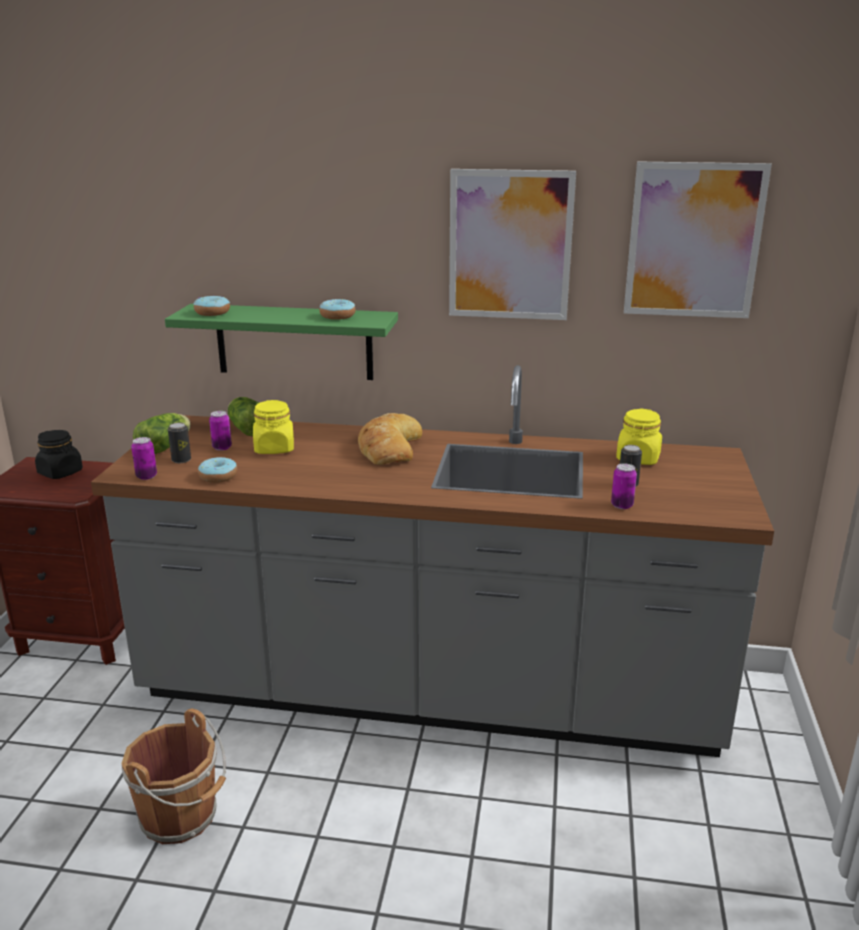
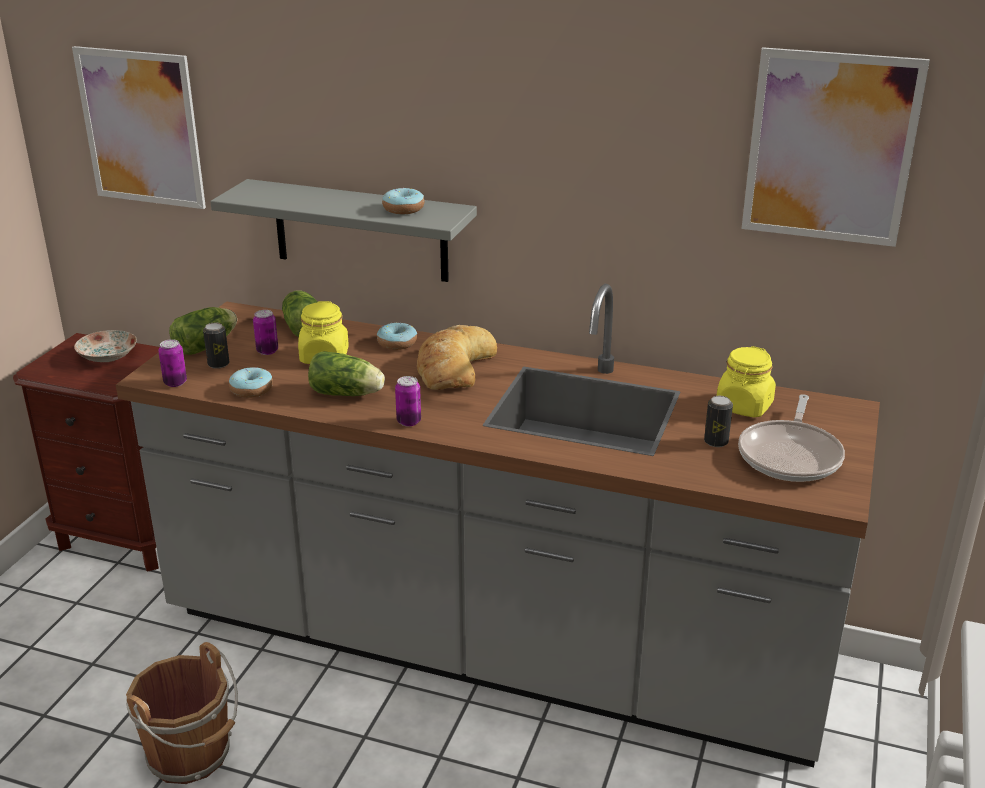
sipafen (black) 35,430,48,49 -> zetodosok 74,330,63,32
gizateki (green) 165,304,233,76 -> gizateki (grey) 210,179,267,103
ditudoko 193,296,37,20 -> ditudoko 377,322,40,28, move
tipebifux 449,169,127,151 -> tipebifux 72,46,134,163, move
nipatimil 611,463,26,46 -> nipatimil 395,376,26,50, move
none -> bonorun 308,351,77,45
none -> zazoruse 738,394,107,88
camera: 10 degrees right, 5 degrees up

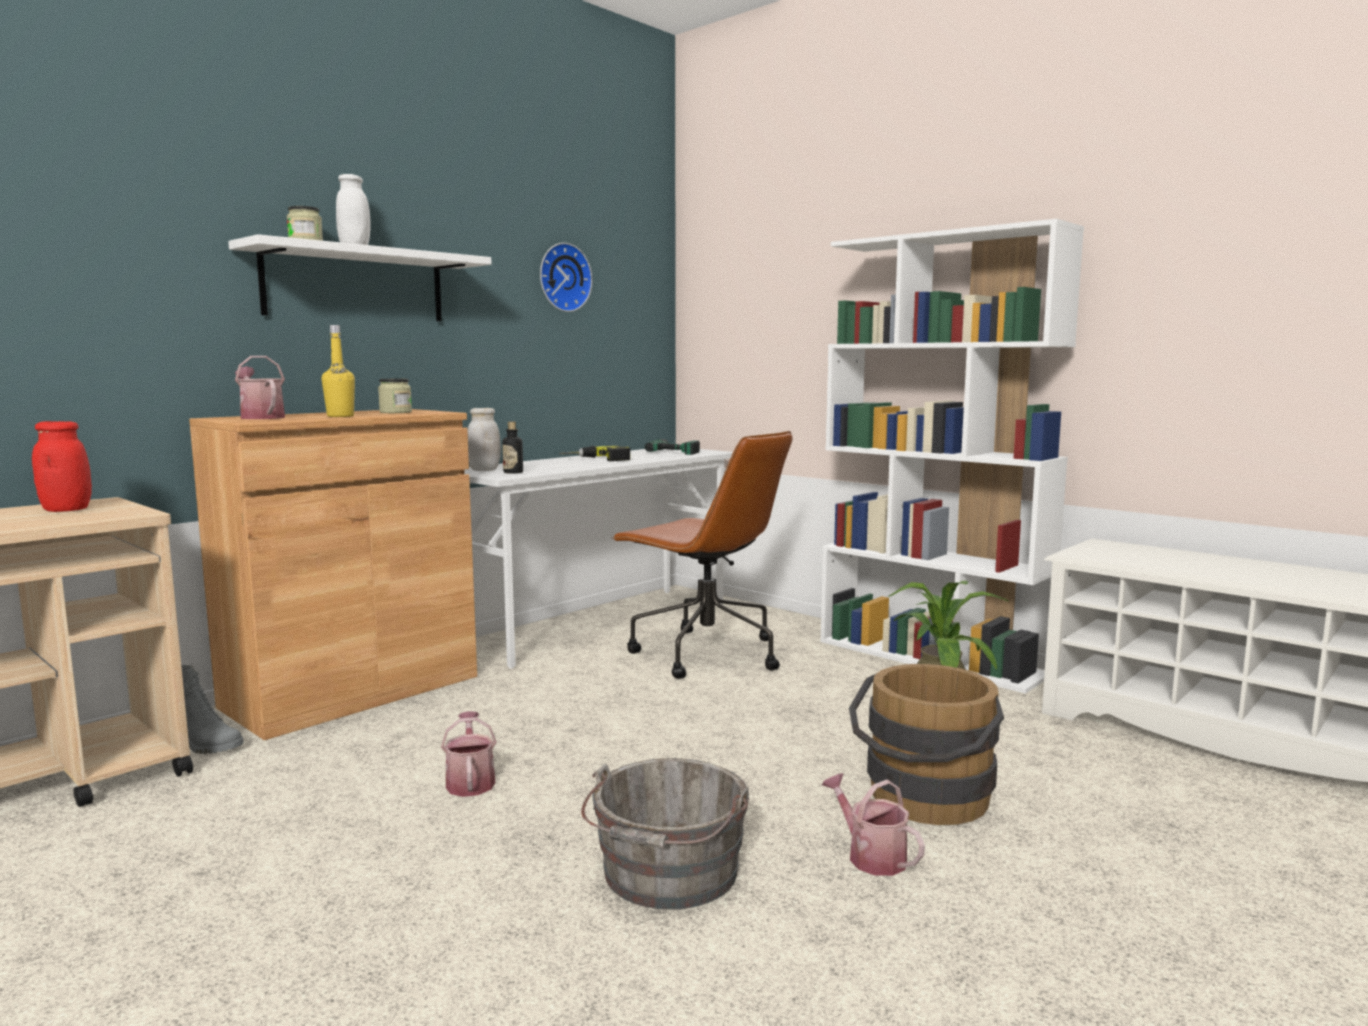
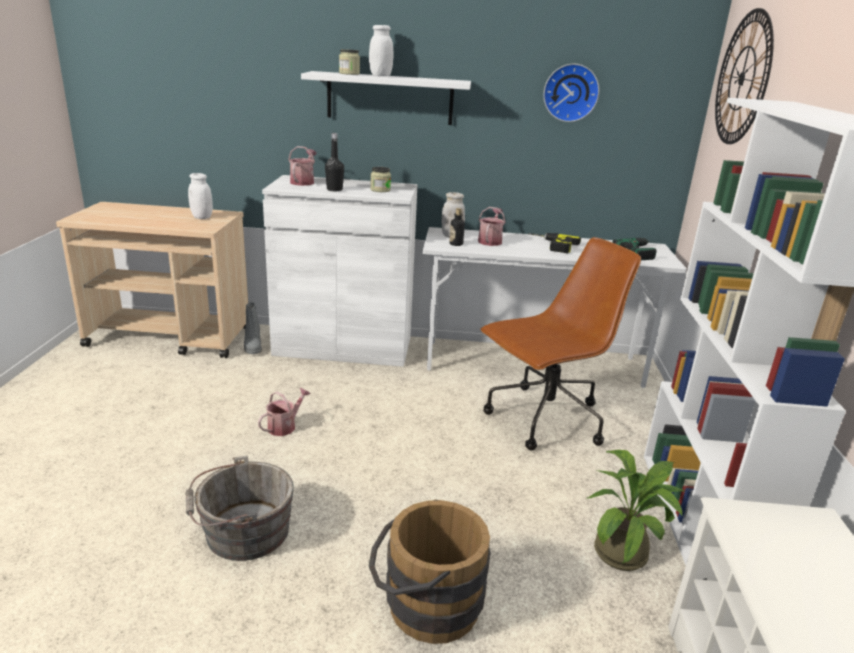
sipafen (red) 32,421,60,91 -> sipafen (white) 188,173,25,46
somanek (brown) 189,409,288,331 -> somanek (white) 262,175,156,192
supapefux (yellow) 322,325,33,92 -> supapefux (black) 325,133,19,58
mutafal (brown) 611,431,181,248 -> mutafal (brown) 480,237,161,214, 120 degrees counterclockwise
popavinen 822,773,103,103 -> popavinen 478,207,28,39, move
none -> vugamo 715,8,59,136
camera: 50 degrees right, 15 degrees up

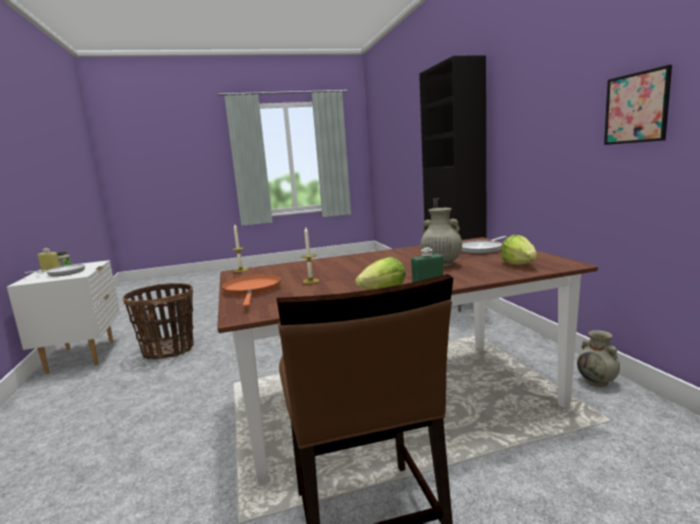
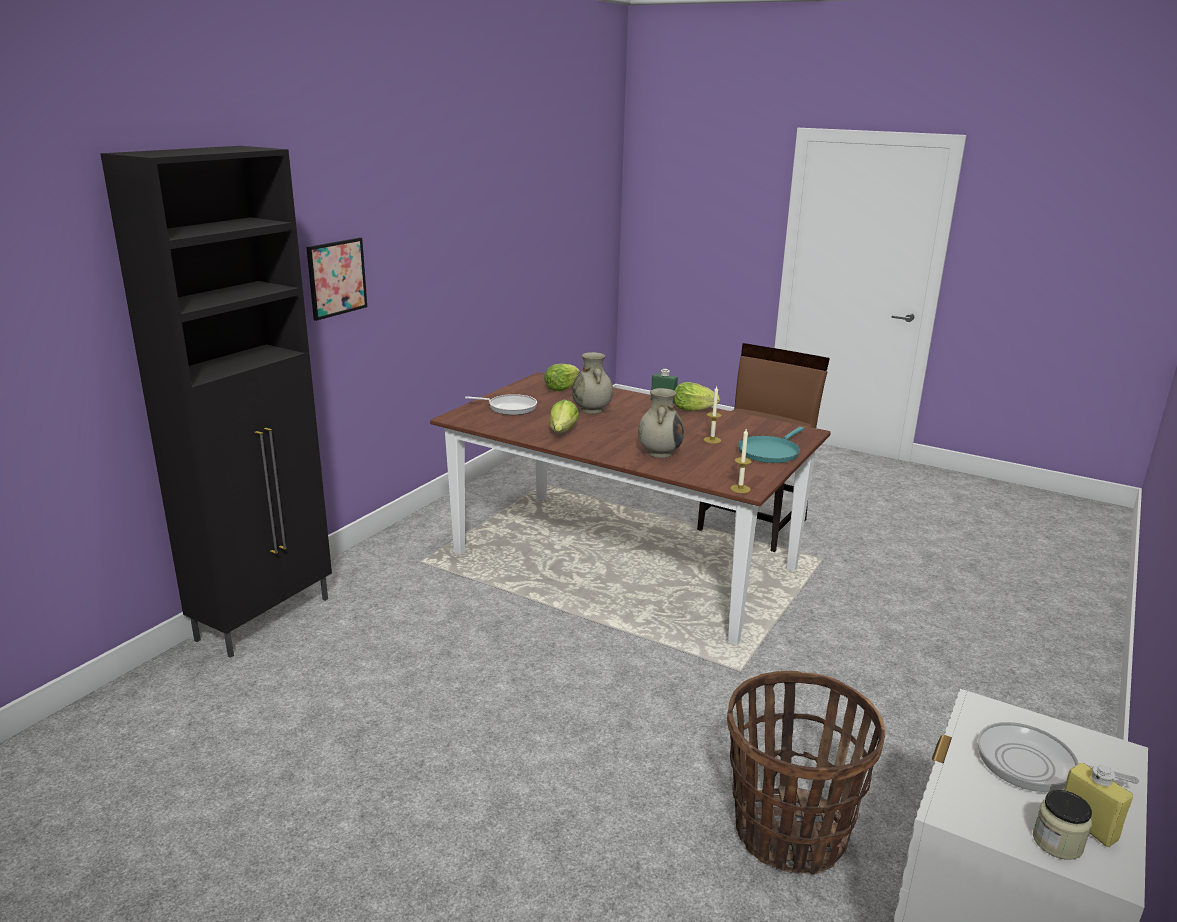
zazoruse (orange) 221,274,60,34 -> zazoruse (turquoise) 738,427,66,36
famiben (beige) 577,330,43,57 -> famiben (beige) 638,388,46,70, move
tipebifux 604,65,68,80 -> tipebifux 306,238,61,83, move
none -> bonorun 549,400,30,33
camera: 135 degrees left, 10 degrees up

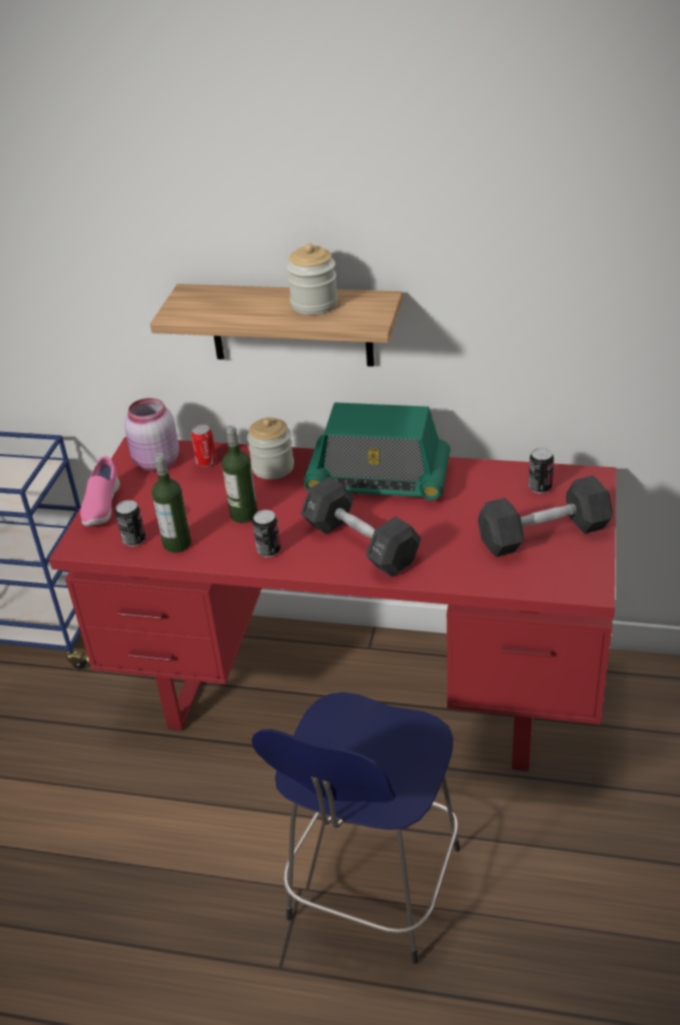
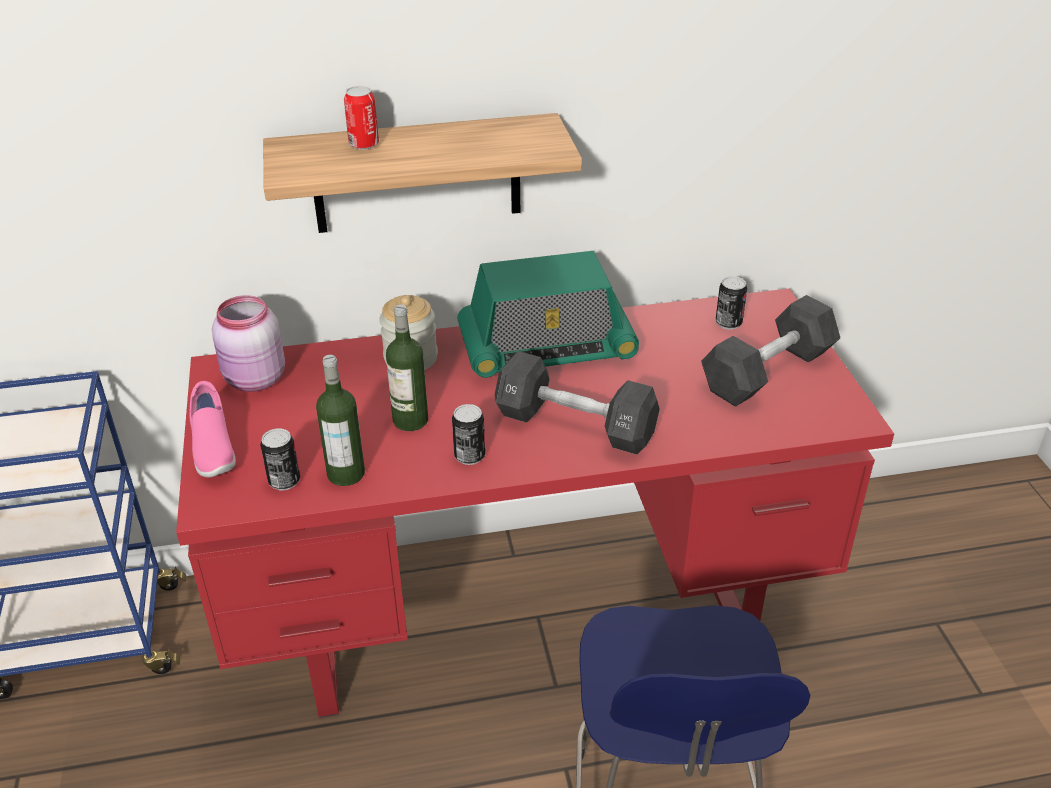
nipatimil 191,425,26,42 -> nipatimil 344,86,35,64, move
sipafen 287,243,51,72 -> none
camera: 25 degrees left, 0 degrees up

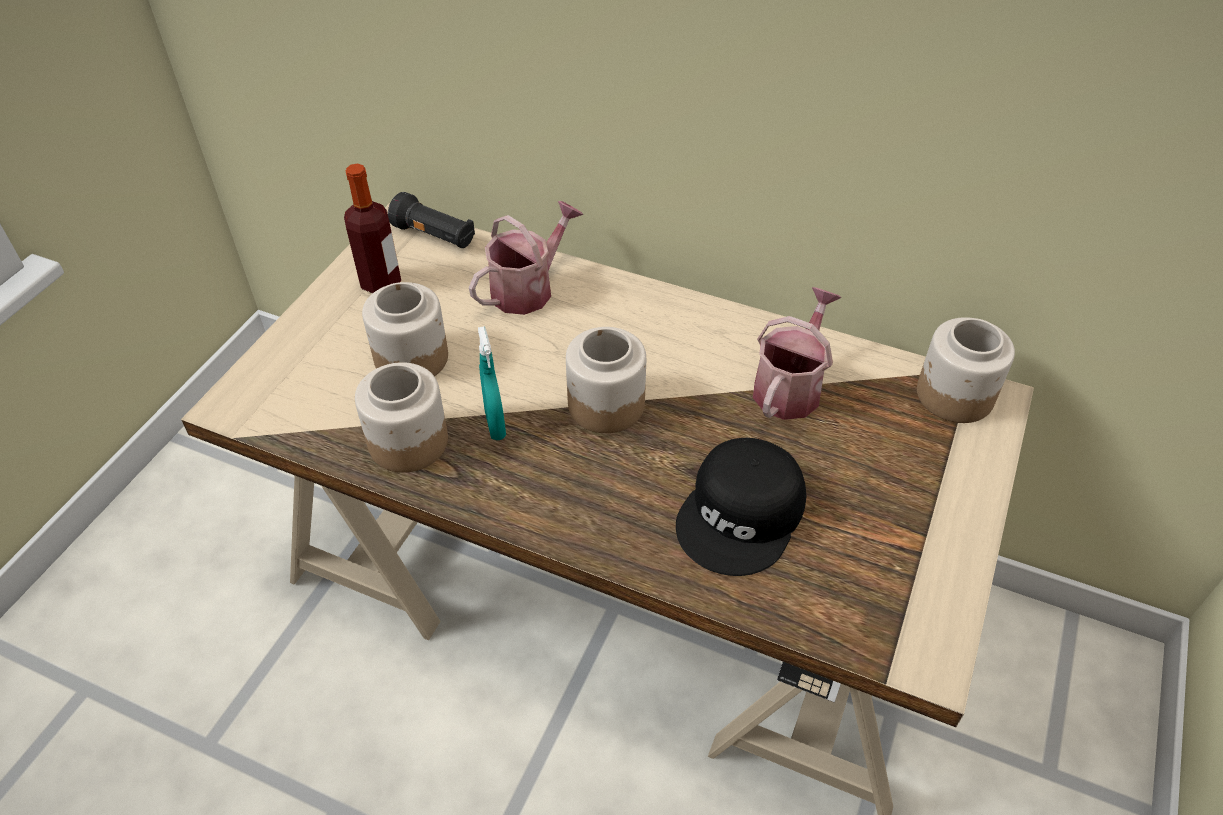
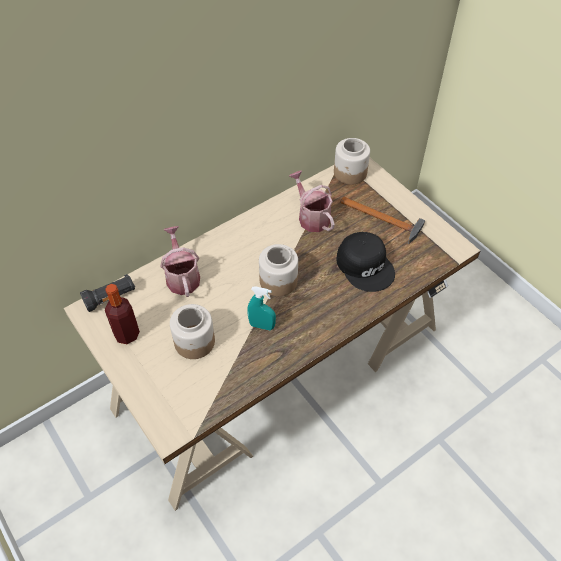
sipafen 355,362,93,111 -> none
none -> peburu 340,197,85,47
camera: 60 degrees left, 5 degrees up

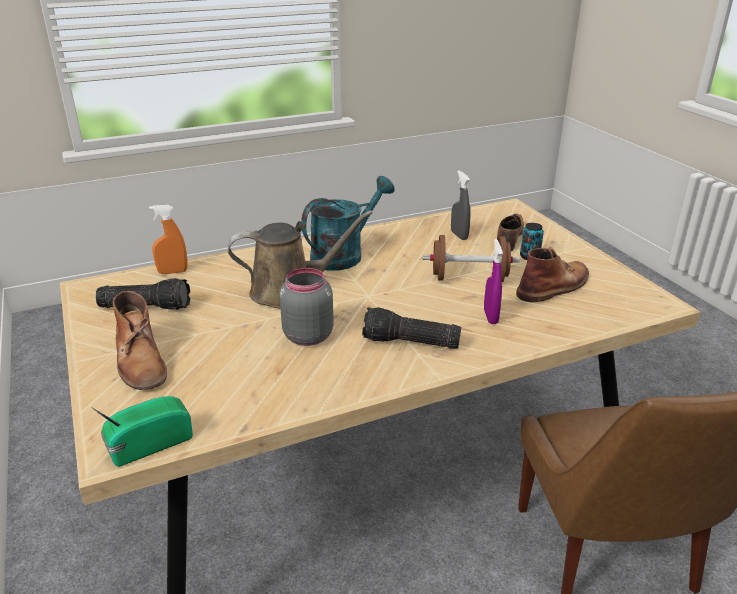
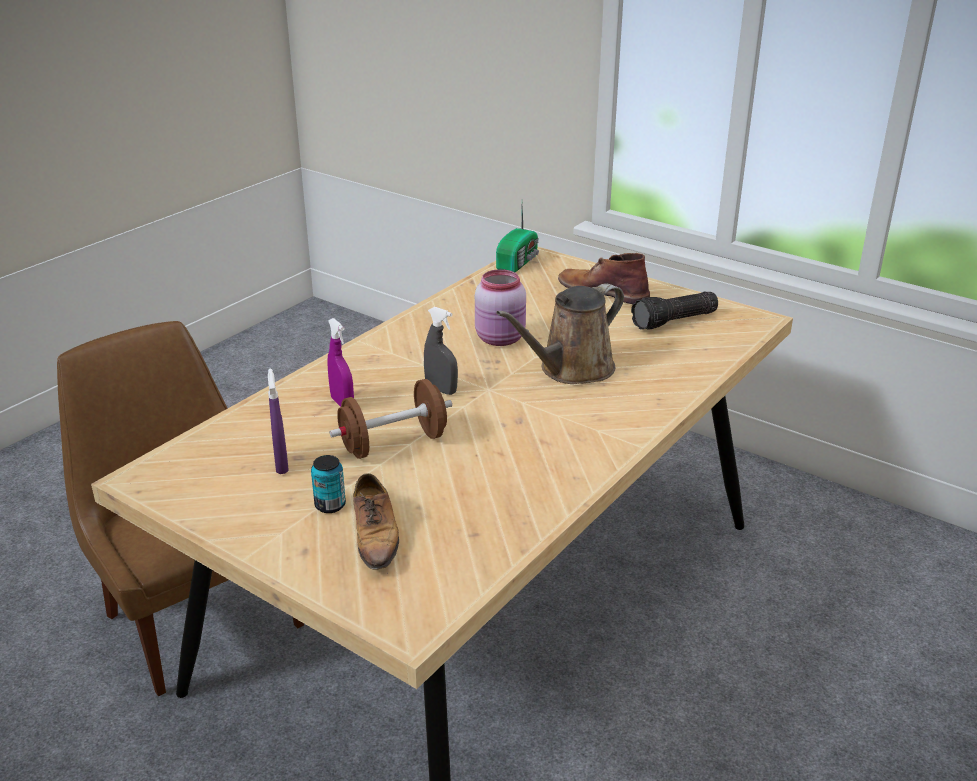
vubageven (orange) 149,205,39,69 -> none
sipafen (grey) 279,268,55,78 -> sipafen (pink) 475,269,51,77
popavinen (turquoise) 301,176,94,95 -> none
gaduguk 362,307,99,42 -> none
vubageven (grey) 451,170,20,70 -> vubageven (grey) 424,307,34,88, move
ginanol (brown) 516,247,73,55 -> vubageven (purple) 268,369,21,105
camera: 150 degrees right, 0 degrees up

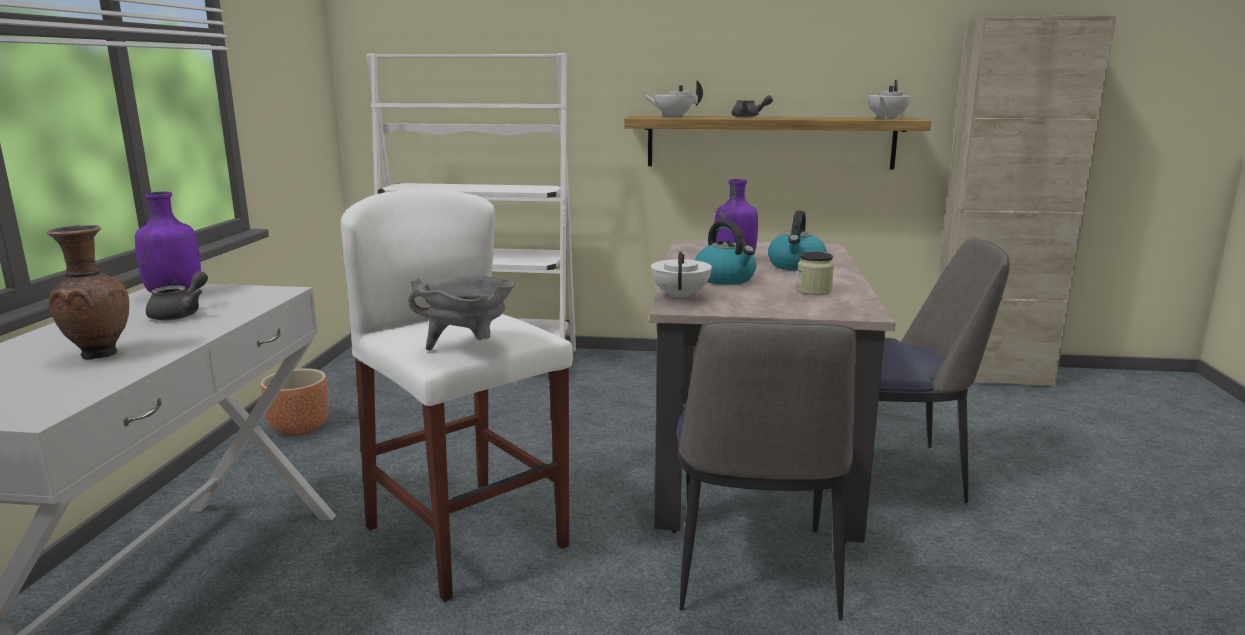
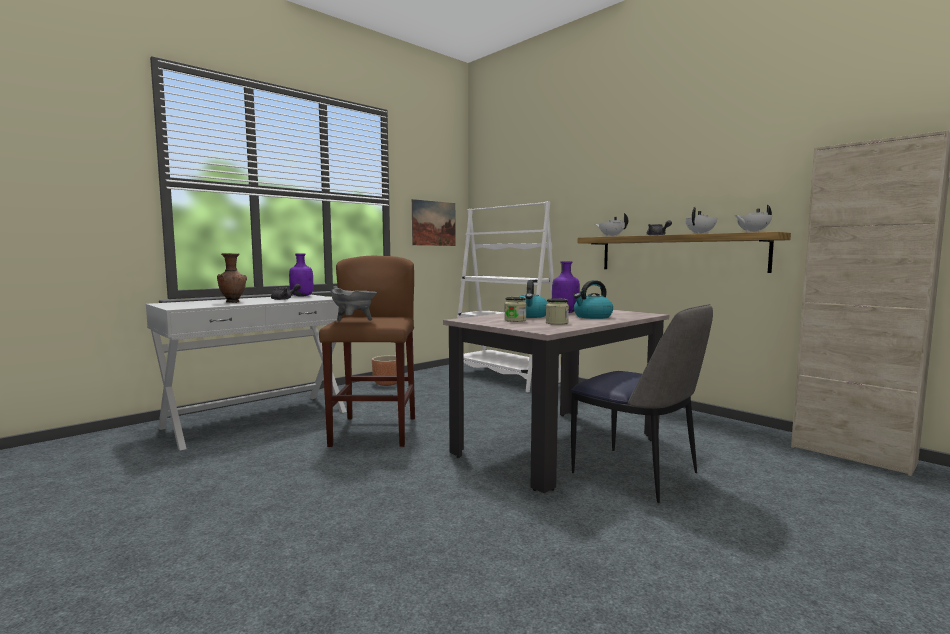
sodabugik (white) 341,189,232,413 -> sodabugik (brown) 319,256,96,191
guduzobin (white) 651,252,61,49 -> guduzobin (white) 685,206,32,28, move
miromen 677,321,179,300 -> none
none -> tipebifux 412,199,44,47
none -> sipafen 505,297,21,25
camera: 40 degrees right, 10 degrees down

